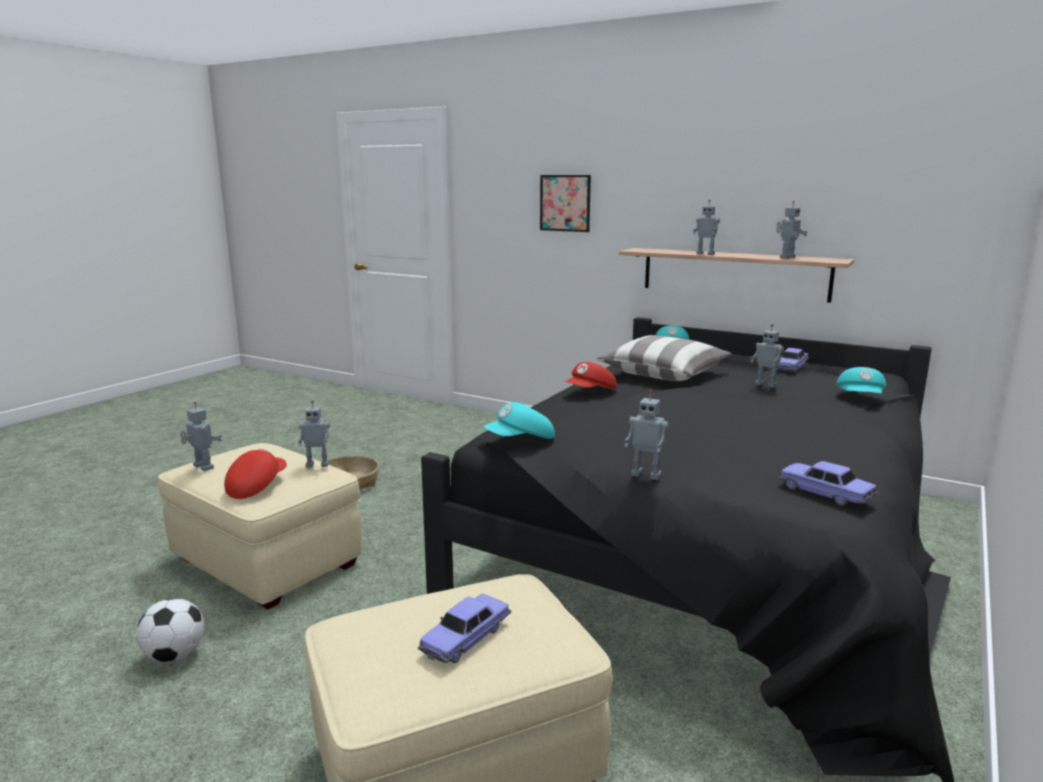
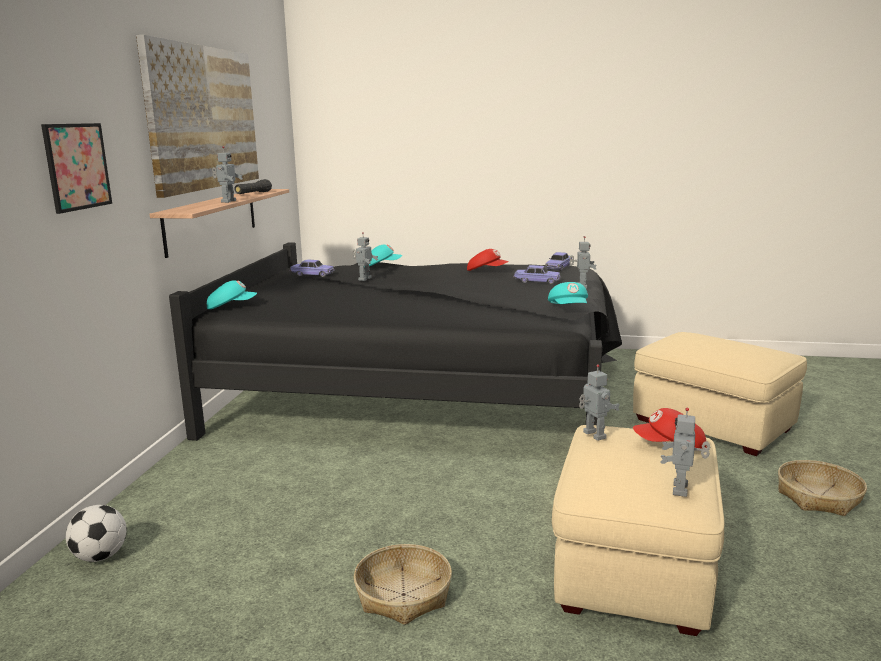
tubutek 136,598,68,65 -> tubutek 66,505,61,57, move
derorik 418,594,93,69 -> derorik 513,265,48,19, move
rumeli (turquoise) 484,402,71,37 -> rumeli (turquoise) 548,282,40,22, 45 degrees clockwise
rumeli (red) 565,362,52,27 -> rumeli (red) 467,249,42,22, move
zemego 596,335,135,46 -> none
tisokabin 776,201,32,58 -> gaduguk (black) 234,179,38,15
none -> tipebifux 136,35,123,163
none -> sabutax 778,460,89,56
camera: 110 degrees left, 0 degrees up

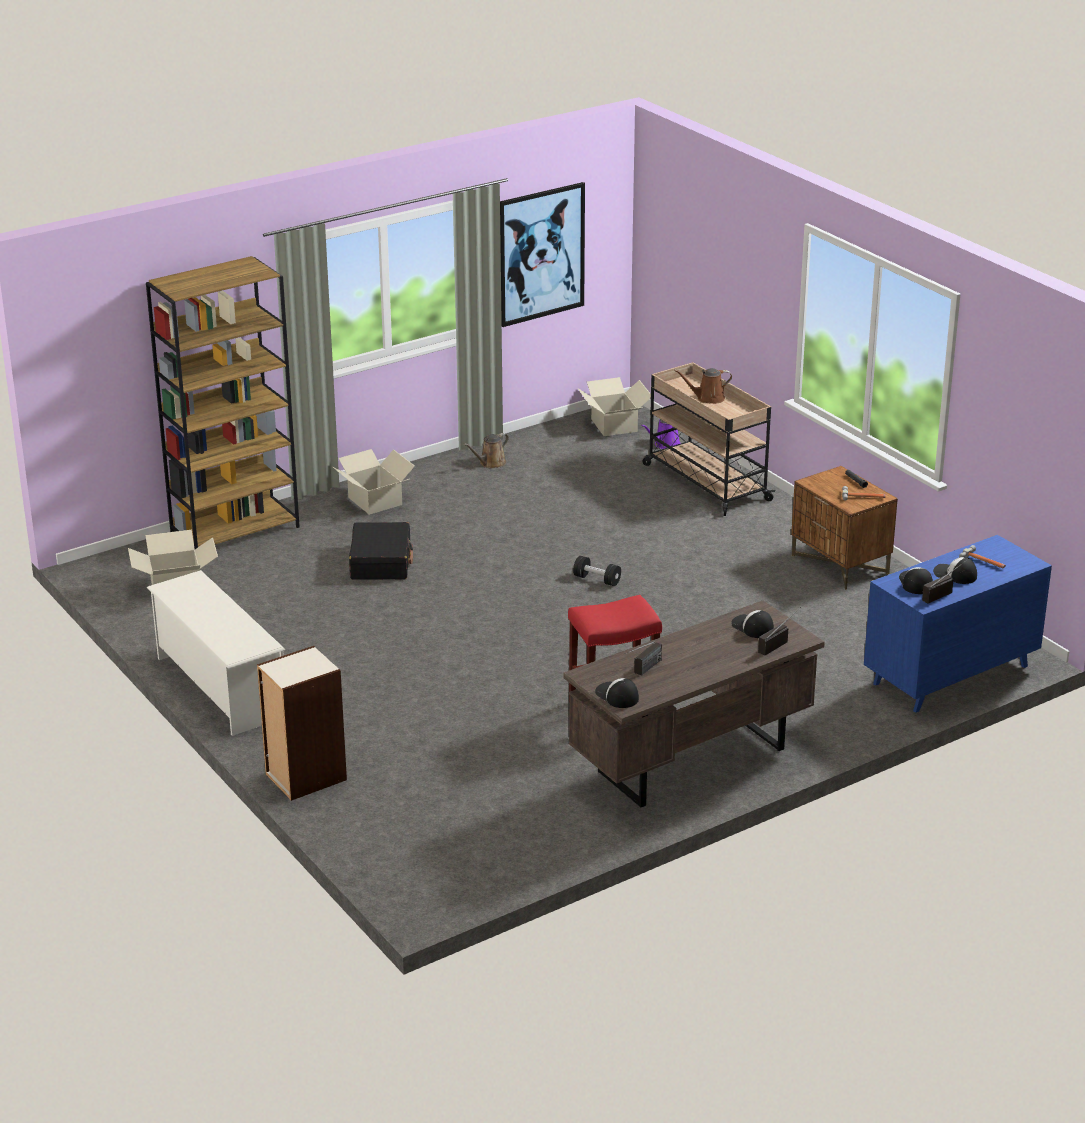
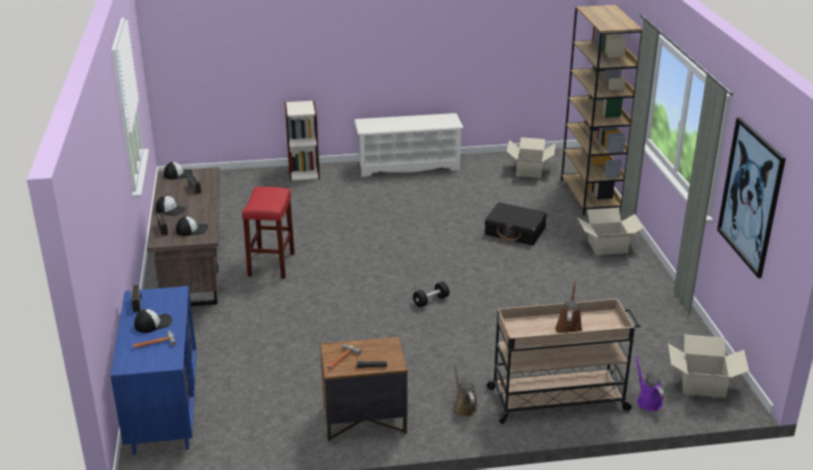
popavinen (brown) 464,433,45,35 -> popavinen (brown) 452,360,26,57, move
rumeli 899,567,34,27 -> rumeli 156,195,31,21, move
camera: 115 degrees right, 0 degrees up

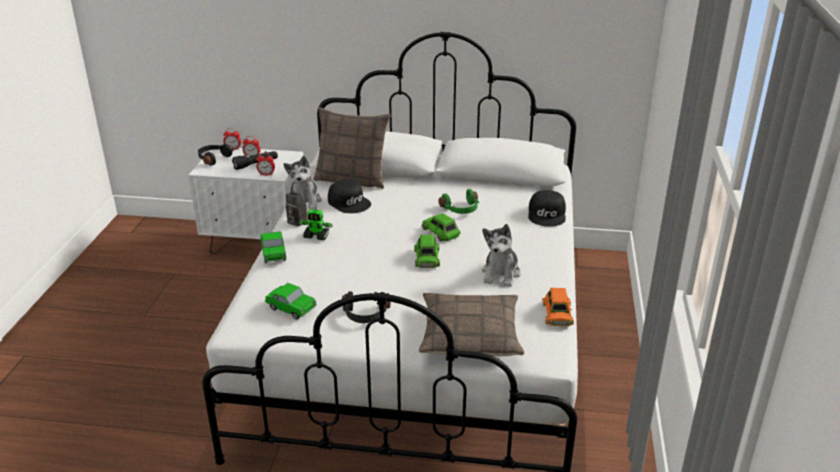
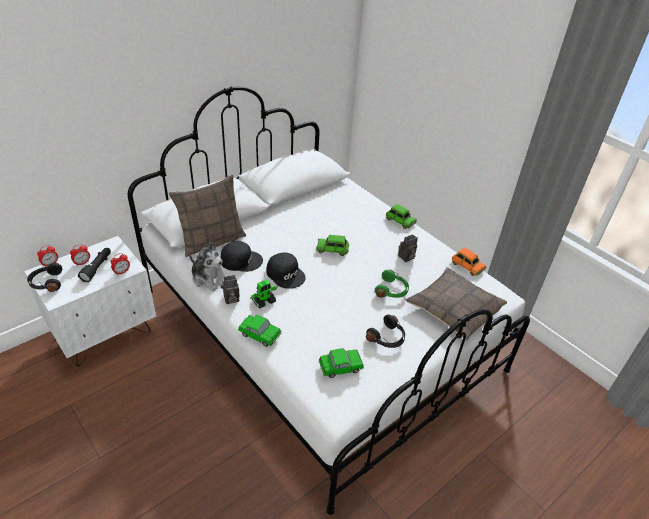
derorik (green) 414,235,26,33 -> derorik (green) 386,204,31,25, move
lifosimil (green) 438,189,41,25 -> lifosimil (green) 375,270,34,28, move
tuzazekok 482,224,39,63 -> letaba 398,234,20,28
rumeli (black) 528,190,38,37 -> rumeli (black) 266,252,40,37, move
camera: 50 degrees left, 10 degrees up

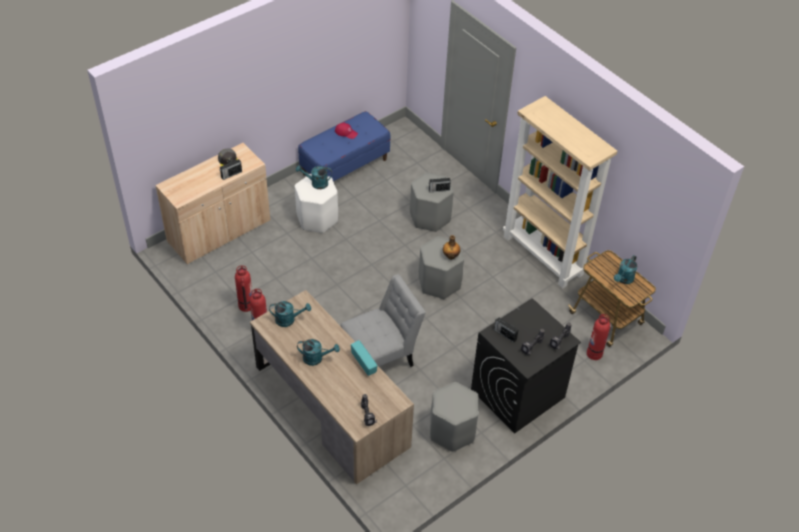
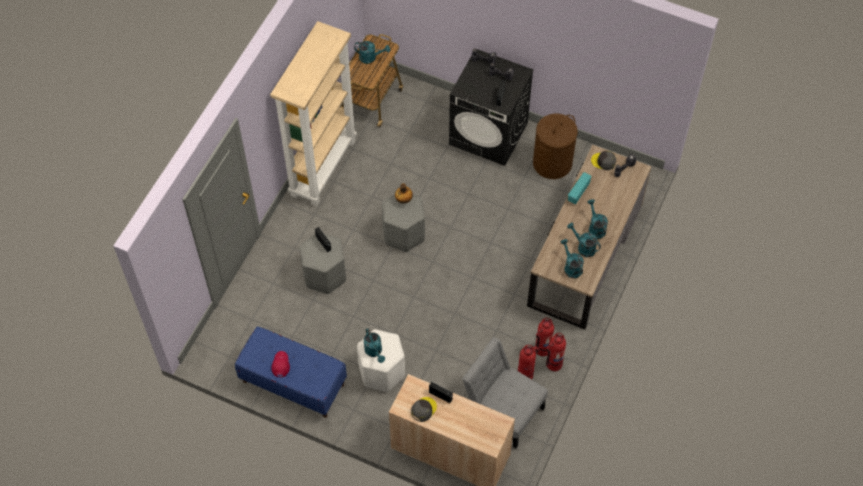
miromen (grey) 341,274,85,93 -> miromen (grey) 462,337,86,111, move
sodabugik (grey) 430,382,49,70 -> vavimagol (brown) 533,114,45,65
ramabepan 587,314,23,46 -> ramabepan 546,333,20,38, move
none -> popavinen (turquoise) 567,223,34,34
none -> rumeli (grey) 591,151,25,19
camera: 115 degrees left, 10 degrees up

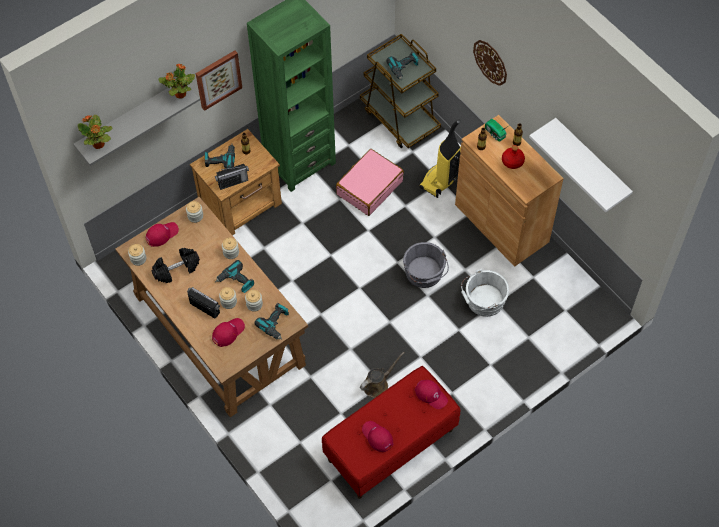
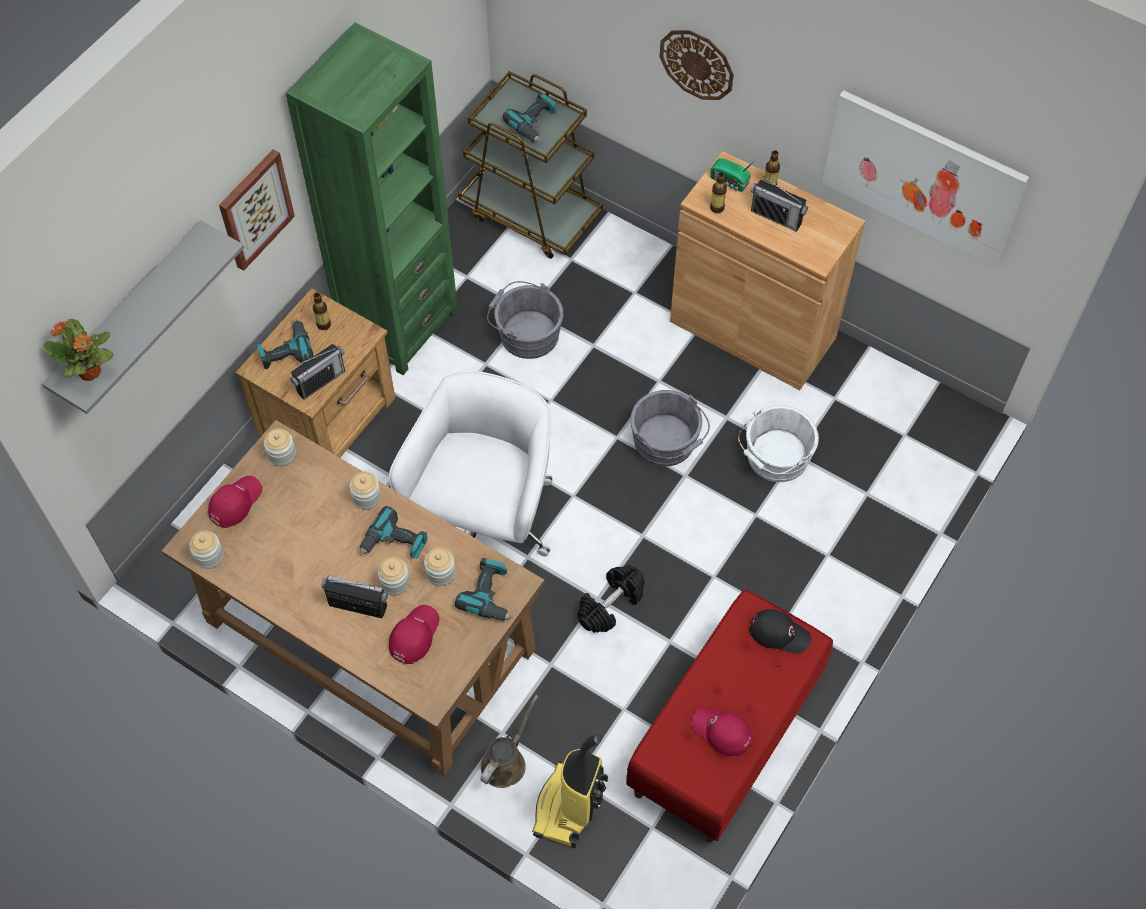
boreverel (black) 152,248,48,35 -> boreverel (black) 577,565,68,68, move
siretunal 159,63,36,36 -> none
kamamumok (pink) 336,149,68,67 -> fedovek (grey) 487,281,76,78
popavinen (brown) 360,352,44,46 -> popavinen (brown) 480,695,58,93, move
rumeli (red) 415,380,33,29 -> rumeli (black) 749,609,62,45
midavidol 419,119,42,79 -> midavidol 532,734,76,114, move
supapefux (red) 502,145,23,24 -> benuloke 751,176,57,56
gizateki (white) 529,118,104,94 -> tipebifux 822,90,207,177
none -> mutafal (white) 389,371,163,185
camera: 20 degrees left, 0 degrees up

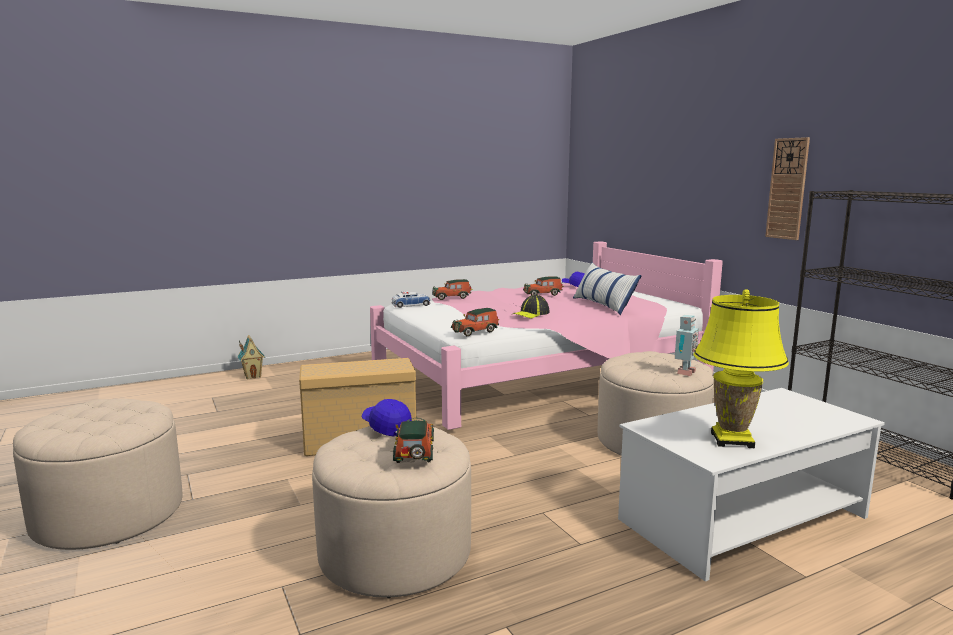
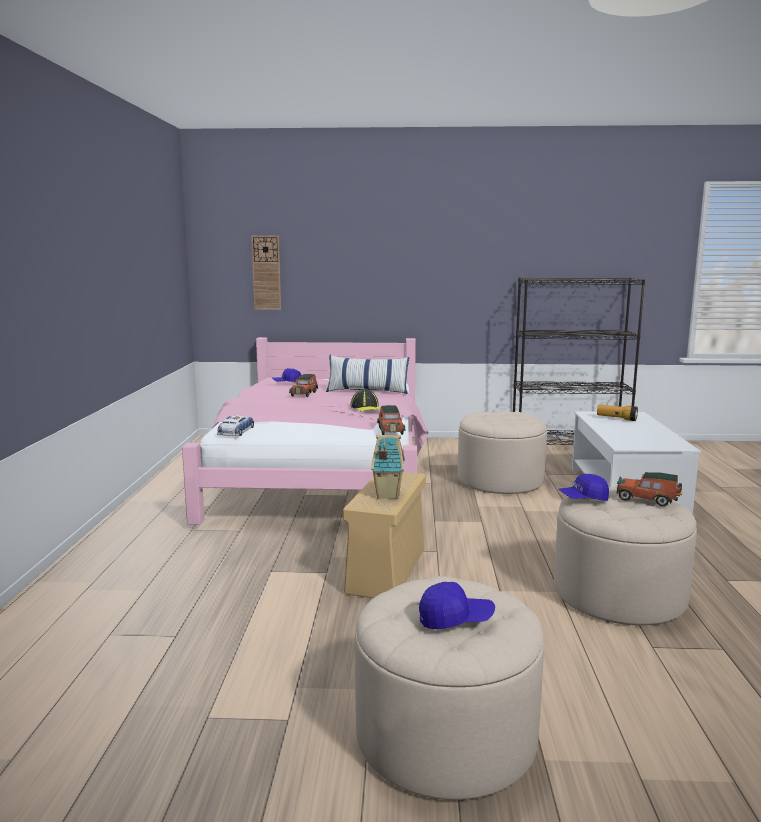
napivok 238,335,27,44 -> napivok 371,435,34,64, move
derorik 432,279,40,21 -> none
tisokabin 675,315,24,61 -> none
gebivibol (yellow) 693,289,96,159 -> none
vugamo 765,137,45,103 -> vugamo 251,235,30,75, move
none -> rumeli (blue) 419,582,76,47
none -> gaduguk 597,405,41,16
camera: 60 degrees left, 0 degrees up

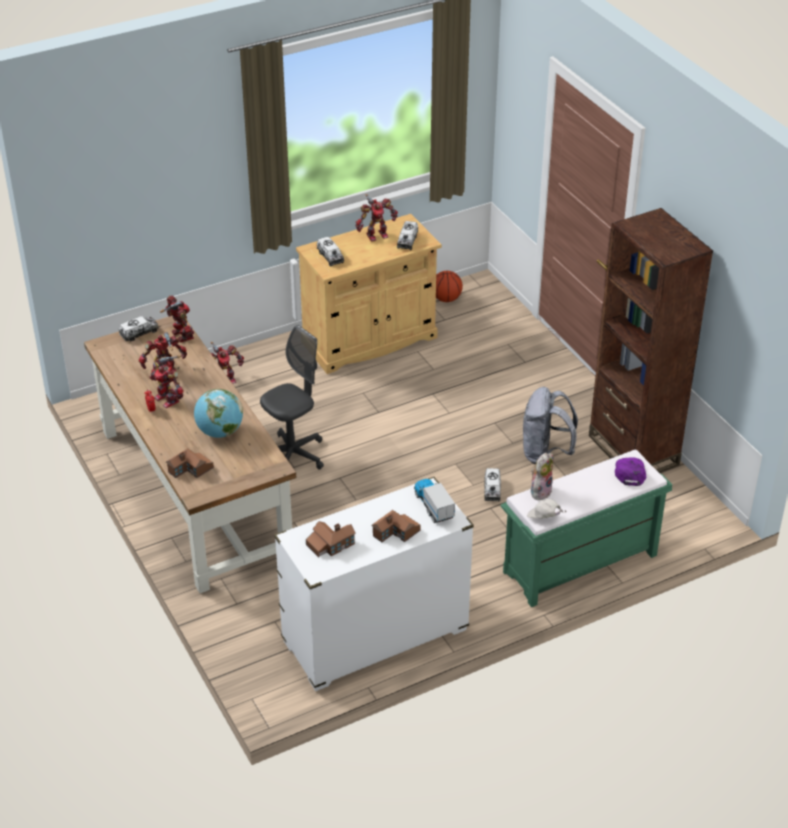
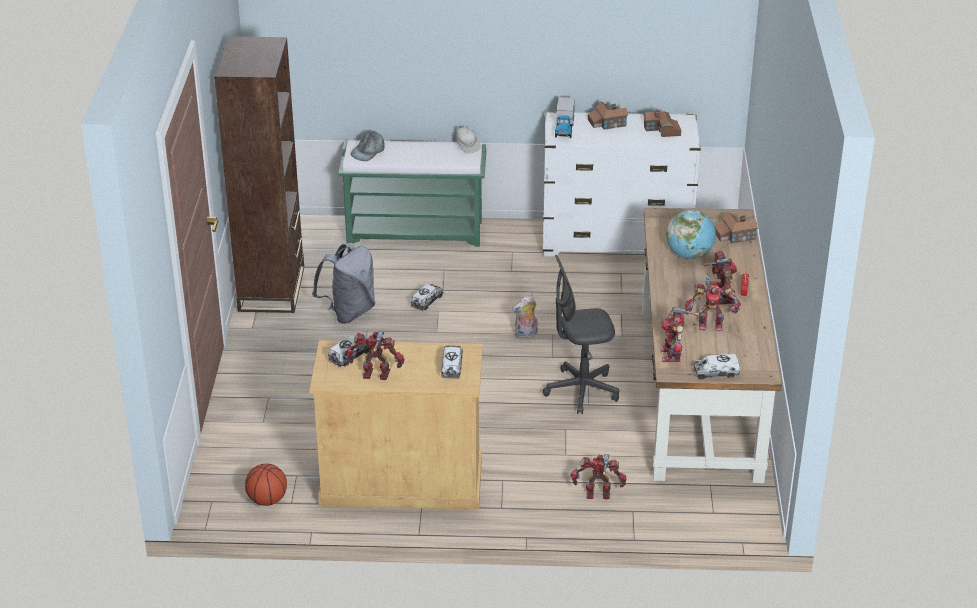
tuzazekok 531,453,22,47 -> tuzazekok 512,295,26,44, move
rumeli (purple) 615,458,31,28 -> rumeli (grey) 351,131,33,30
camera: 150 degrees left, 5 degrees down

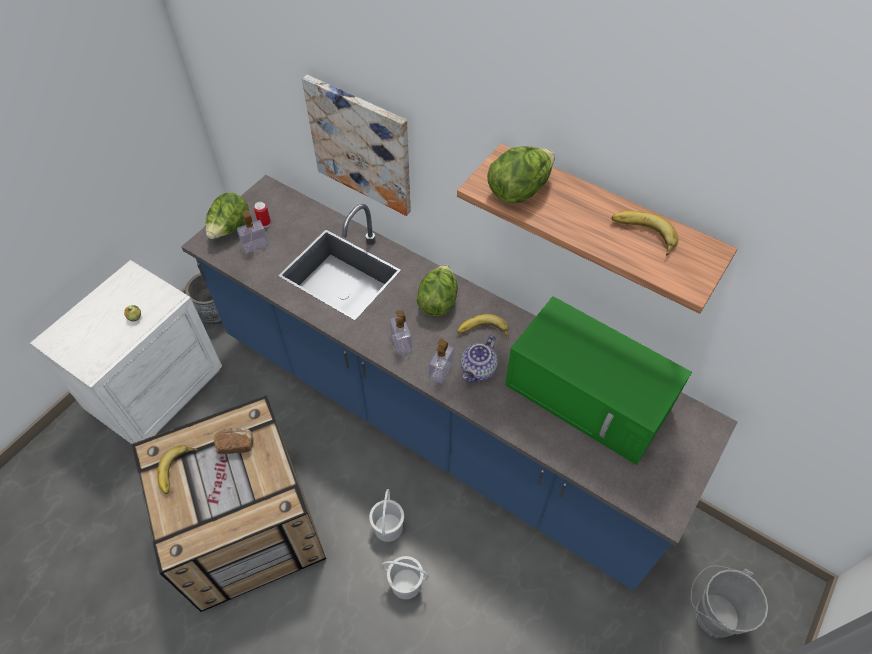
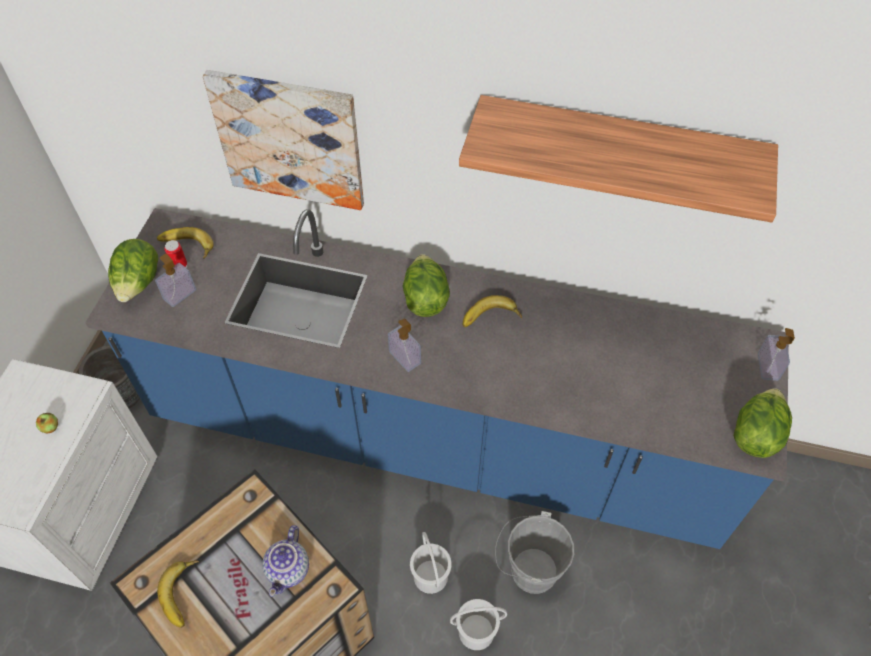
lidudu 214,427,40,27 -> none
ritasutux 429,339,25,45 -> ritasutux 758,328,37,53, move
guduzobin 461,335,37,47 -> guduzobin 262,525,47,72, move
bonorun 487,146,67,57 -> bonorun 733,388,59,70, move
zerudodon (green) 505,296,187,169 -> none
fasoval 611,211,67,45 -> fasoval 157,227,57,32, move
fedovek (grey) 691,565,77,73 -> fedovek (grey) 495,511,79,83, move
camera: 20 degrees left, 0 degrees up

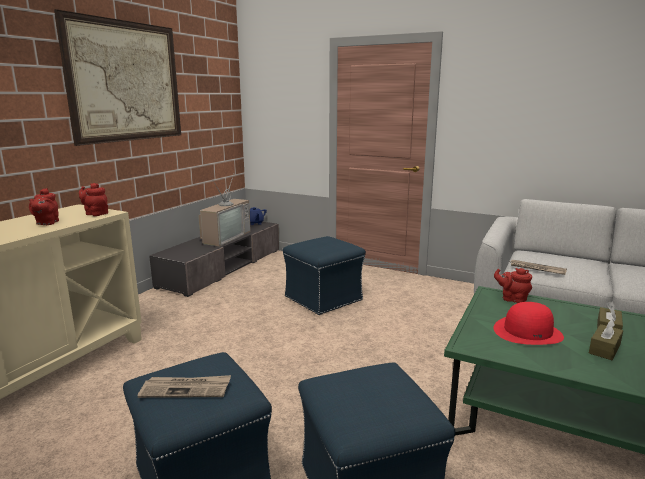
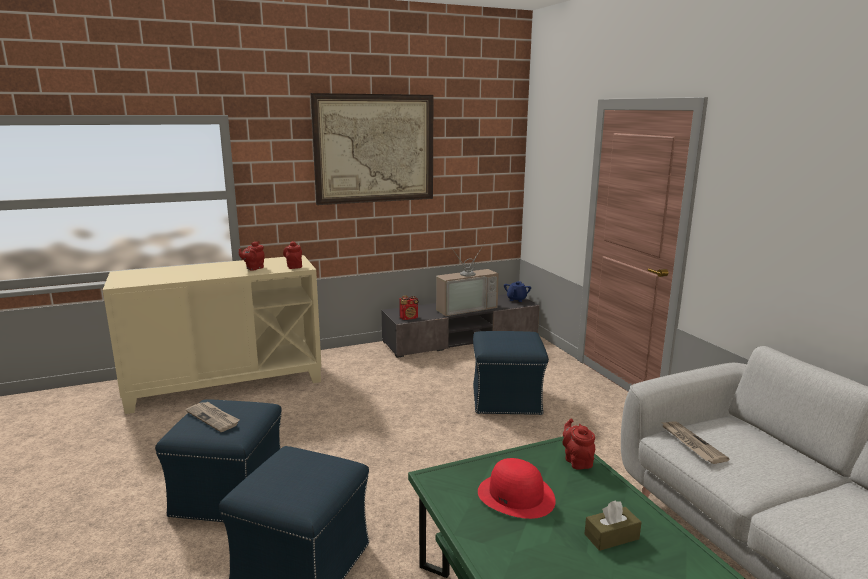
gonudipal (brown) 589,319,34,41 -> none
none -> benuloke 399,295,20,25
camera: 40 degrees right, 0 degrees up

